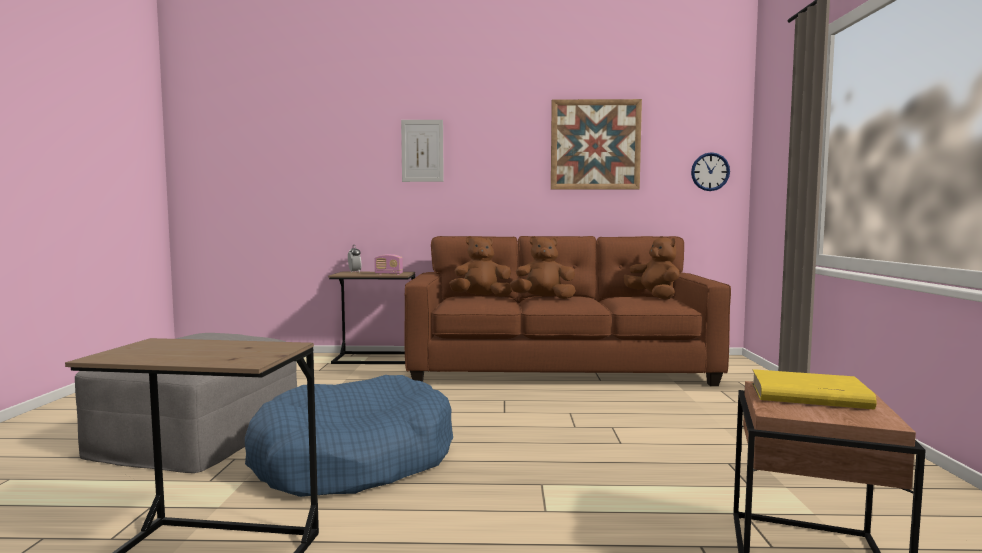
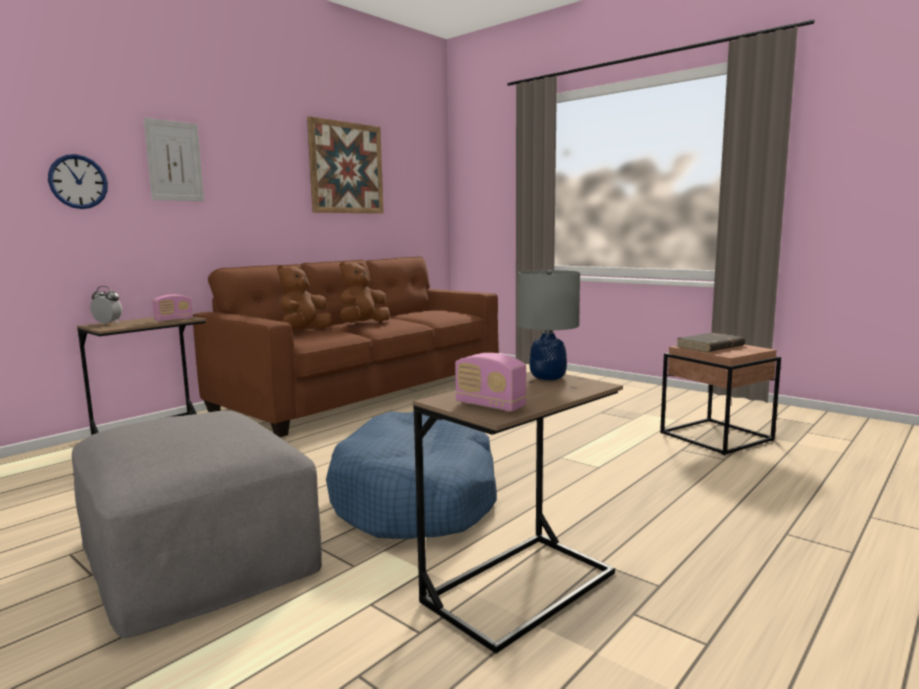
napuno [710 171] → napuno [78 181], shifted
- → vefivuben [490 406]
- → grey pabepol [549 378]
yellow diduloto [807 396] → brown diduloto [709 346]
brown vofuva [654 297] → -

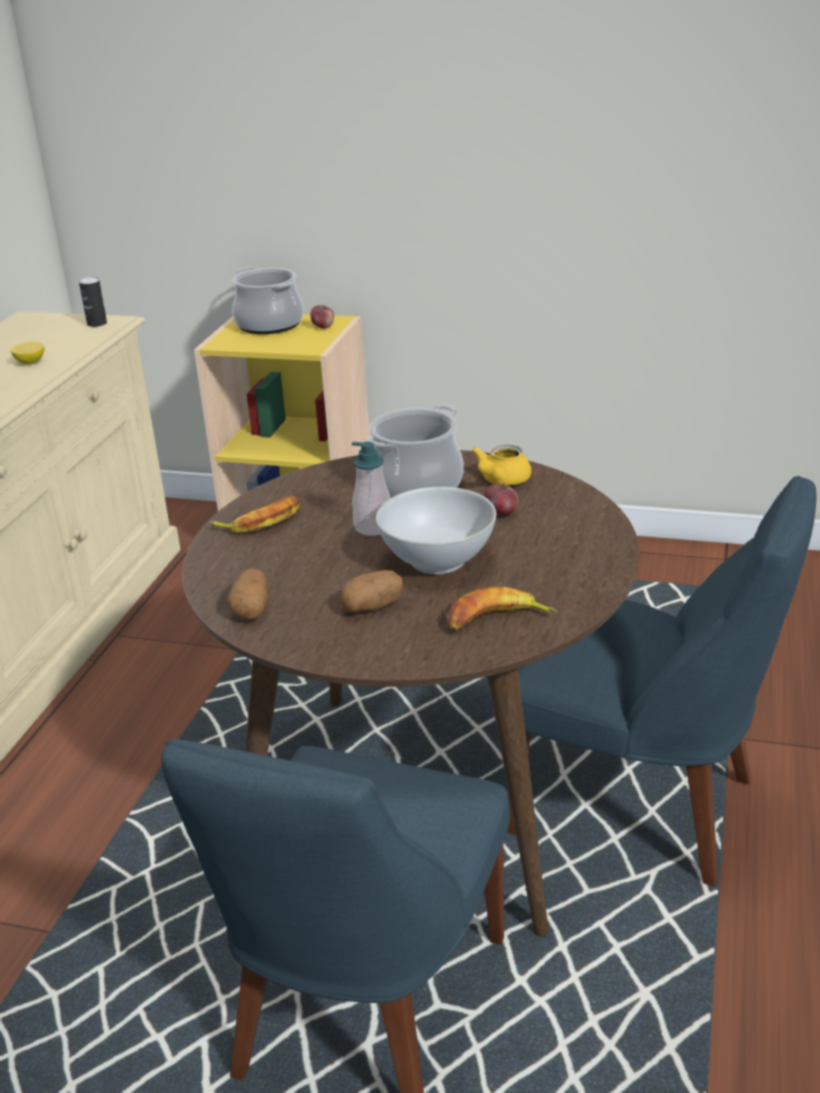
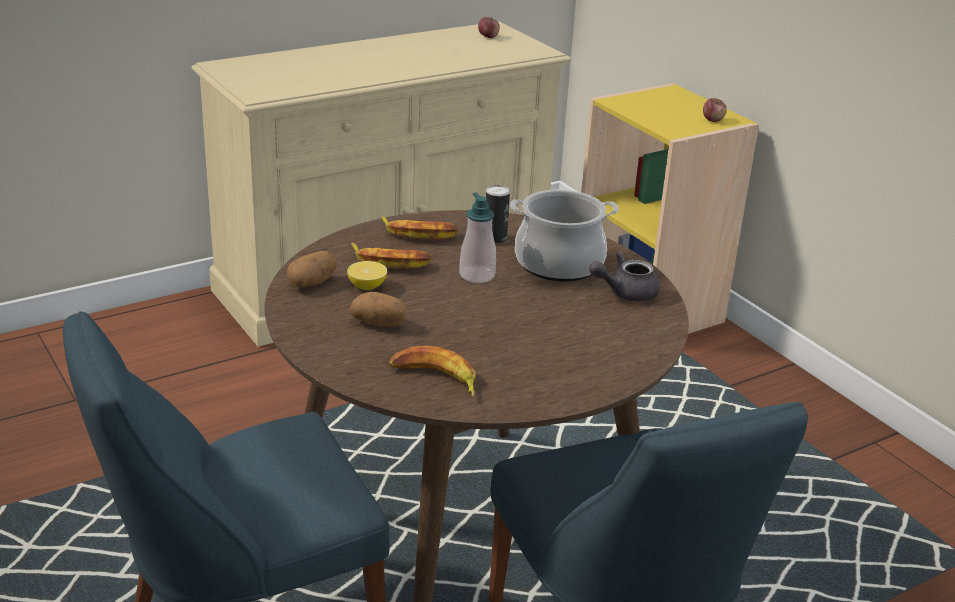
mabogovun [30 362] → mabogovun [367 287], shifted
- → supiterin [390 261]
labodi [500 512] → labodi [488 37], shifted
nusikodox [97 324] → nusikodox [495 239], shifted
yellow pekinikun [501 481] → grey pekinikun [625 293]
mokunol [269 324] → -
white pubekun [438 561] → -

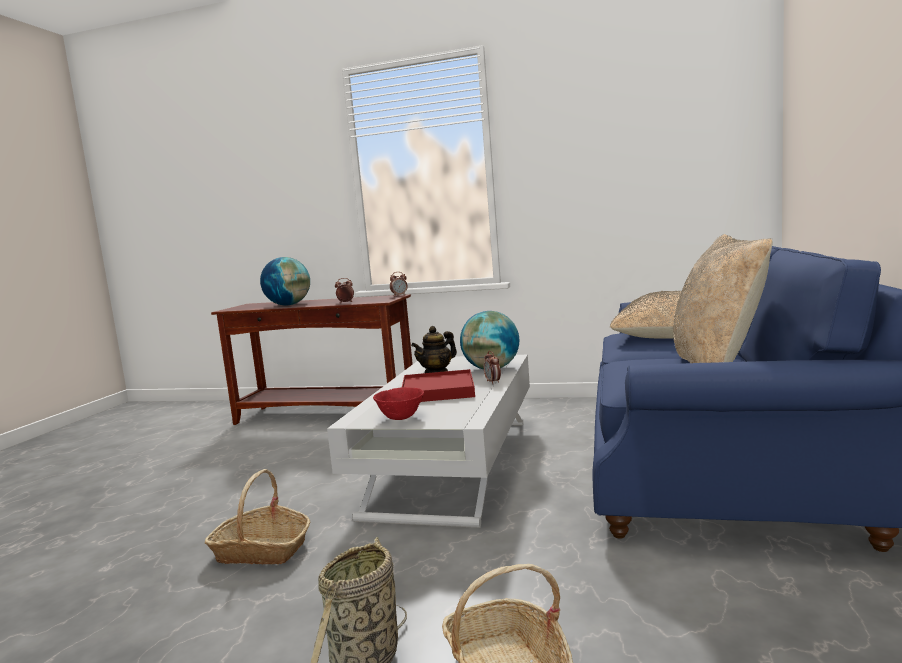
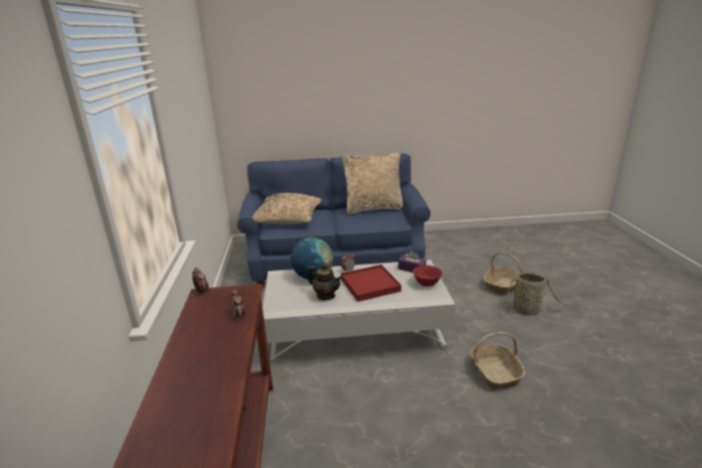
- → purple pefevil [412 269]
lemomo [288 305] → -

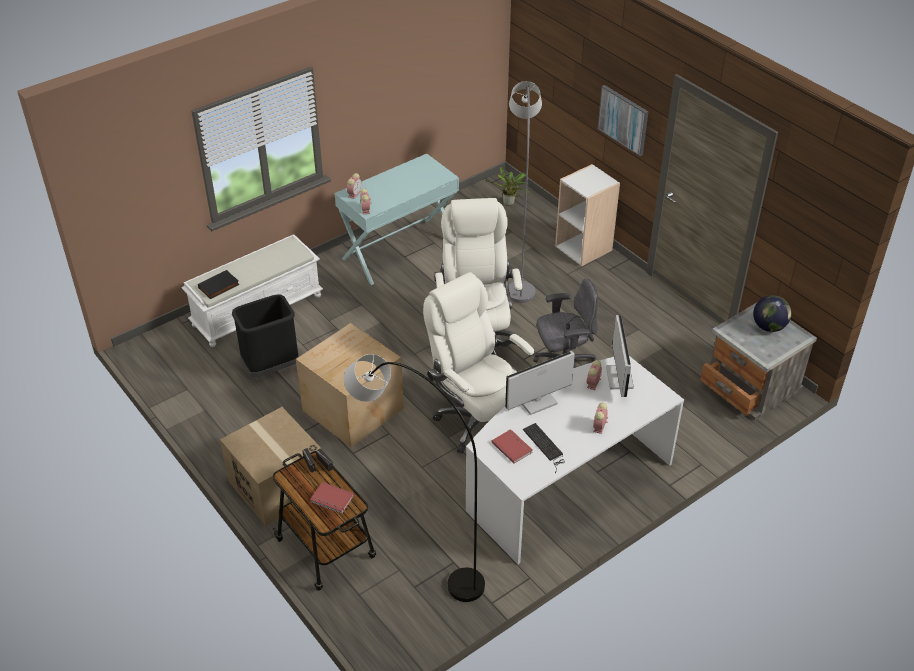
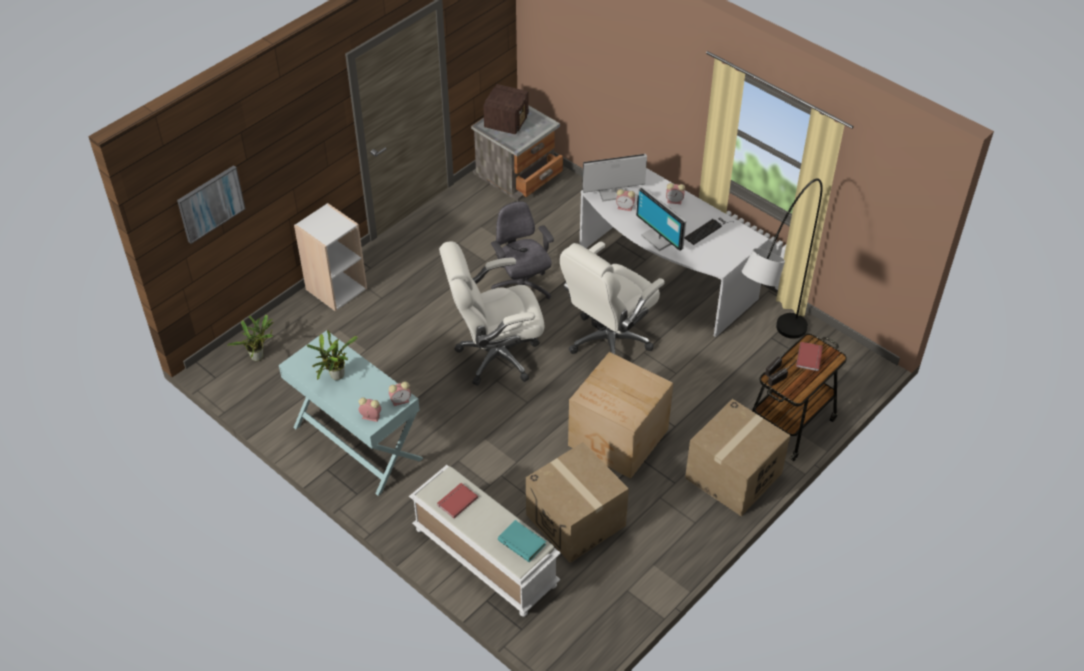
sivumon [623 119] → sivumon [210 203], shifted
- → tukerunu [335 377]
red diduloto [512 447] → red diduloto [456 501], shifted
lemomo [769 327] → vefivuben [507 121]
black diduloto [219 287] → turquoise diduloto [523 542]
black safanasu [271 368] → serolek [576 520]
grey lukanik [519 258] → -

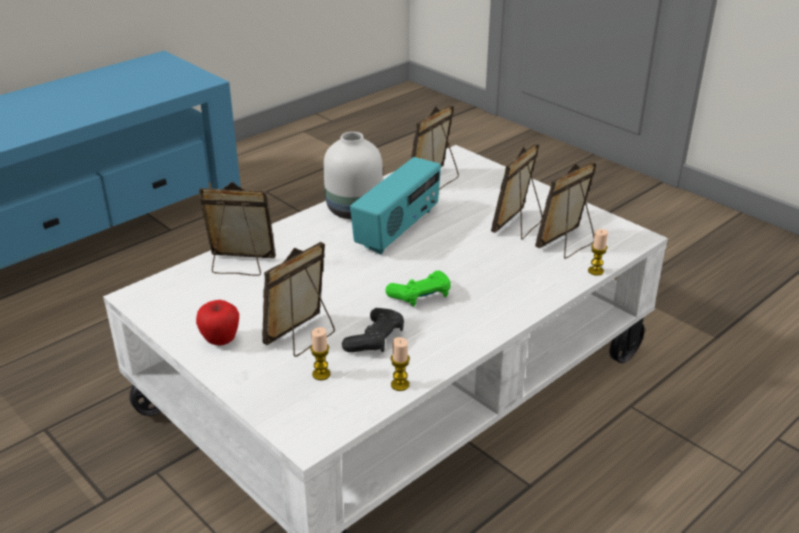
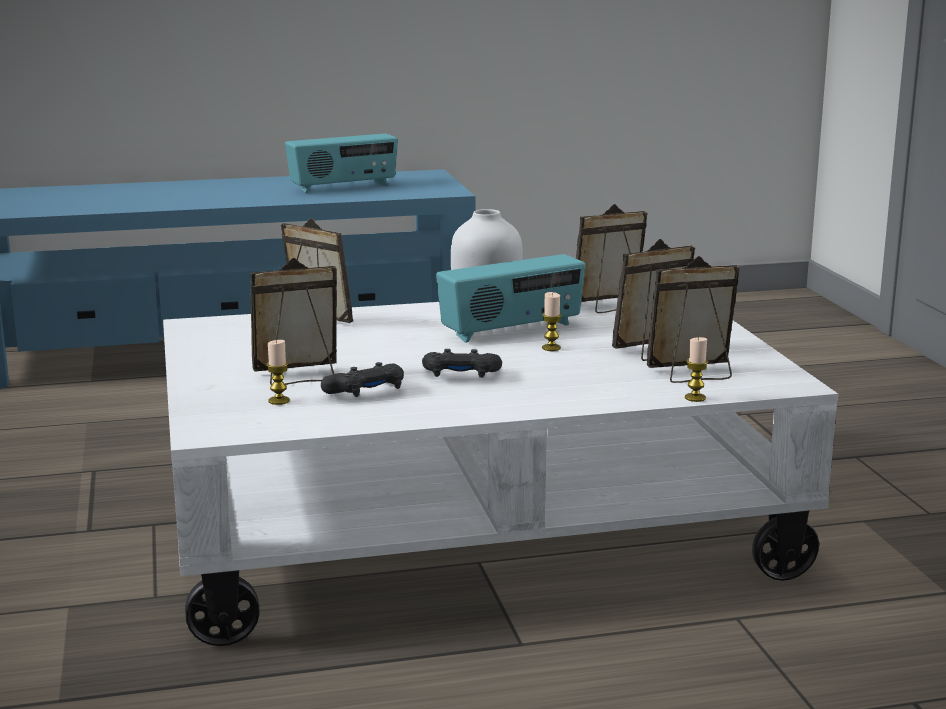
- → vefivuben [343 187]
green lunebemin [420 296] → black lunebemin [461 375]
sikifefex [400 385] → sikifefex [551 348], shifted
labodi [221 341] → -

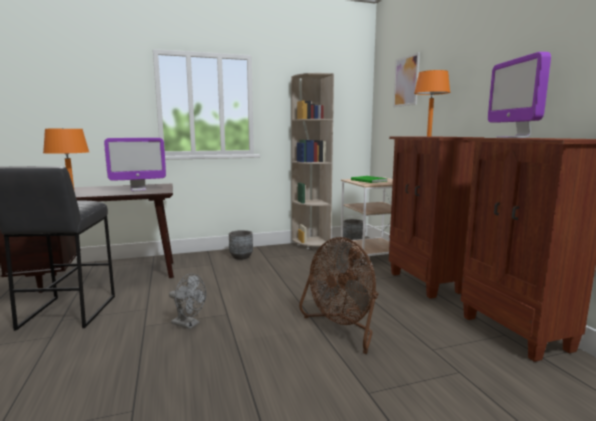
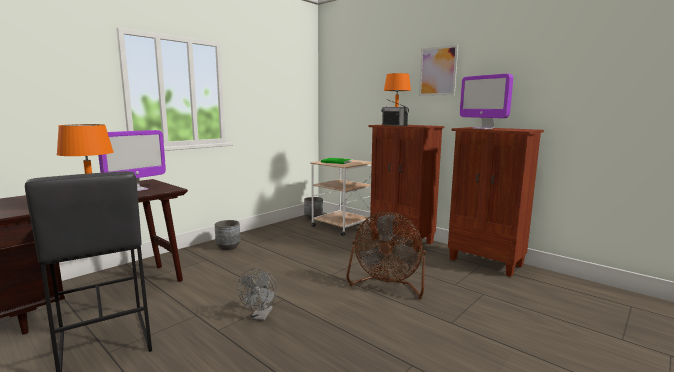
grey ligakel [189 324] → grey ligakel [260 316], 105 degrees clockwise
- → vefivuben [394 125]
sivumon [406 81] → sivumon [438 71], shifted
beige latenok [311 246] → -

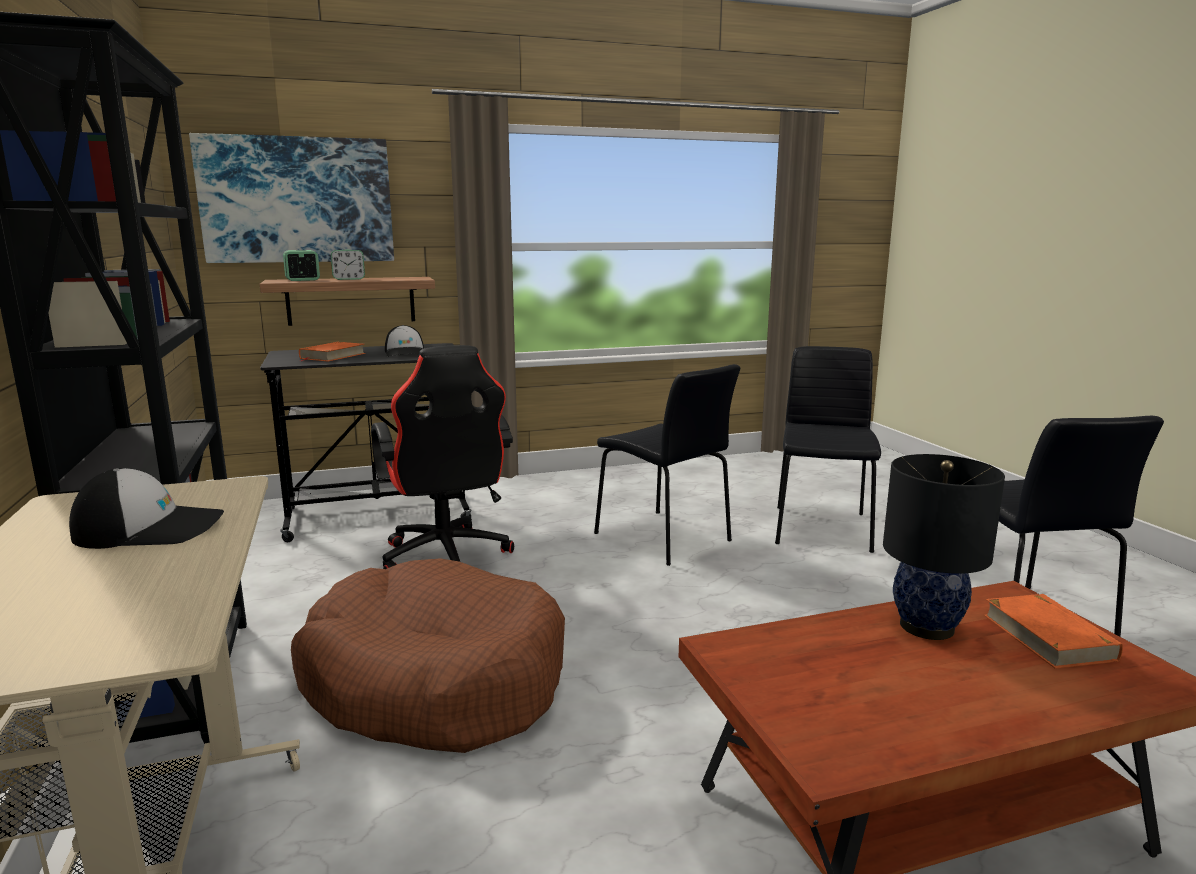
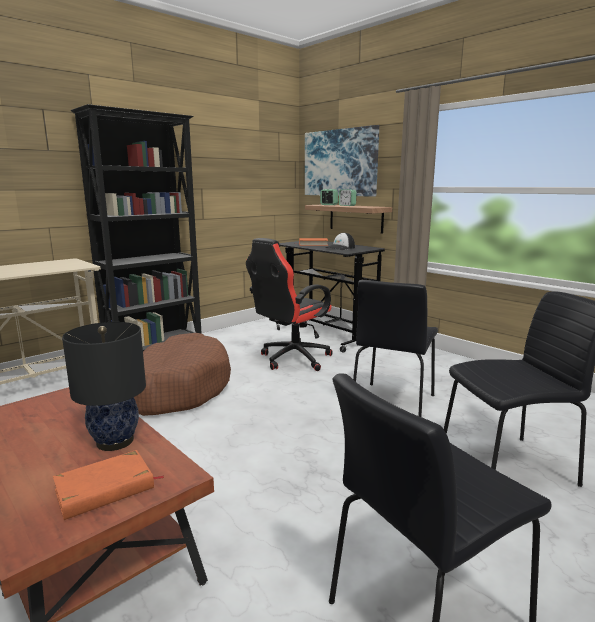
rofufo [151 528] → -

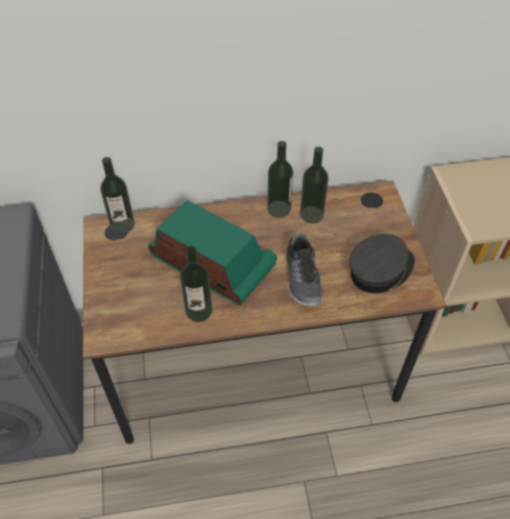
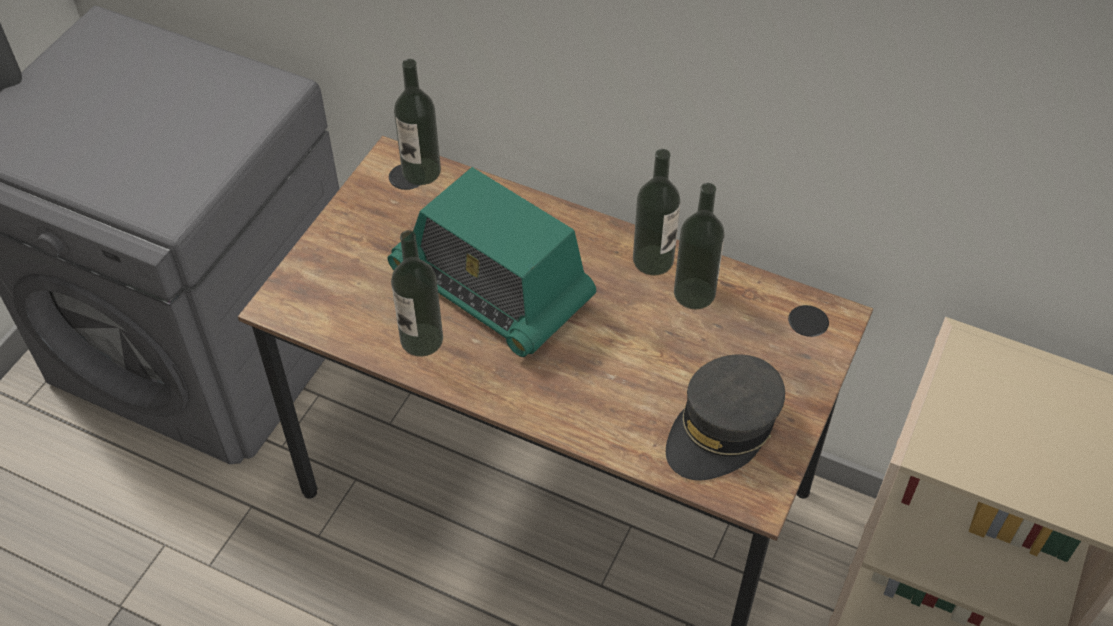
vefivuben [212 264] → vefivuben [492 287], 150 degrees clockwise
grey rofufo [380 270] → grey rofufo [722 429], 135 degrees clockwise
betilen [302 279] → -

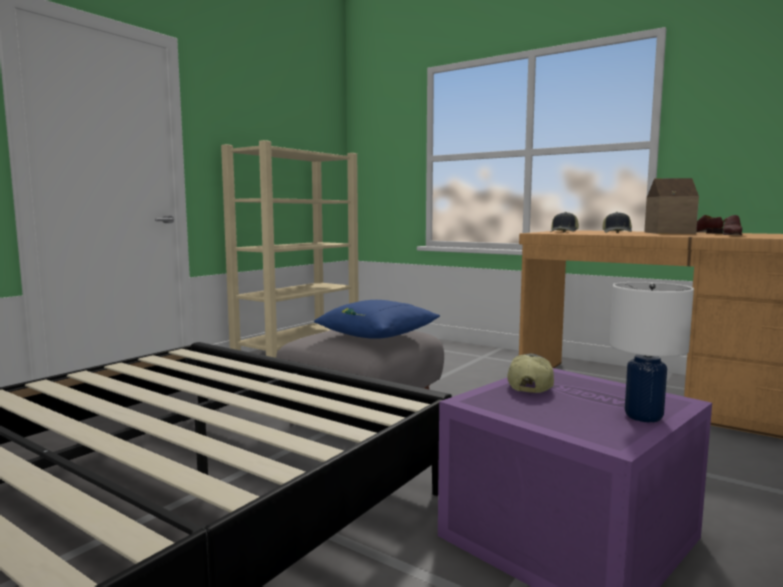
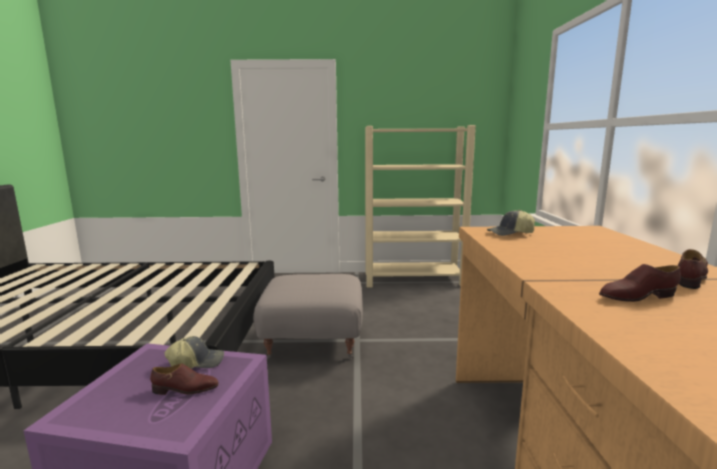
- → brown betilen [185 389]
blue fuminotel [377 336] → -
rofufo [617 233] → -
white pabepol [645 418] → -
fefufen [667 233] → -

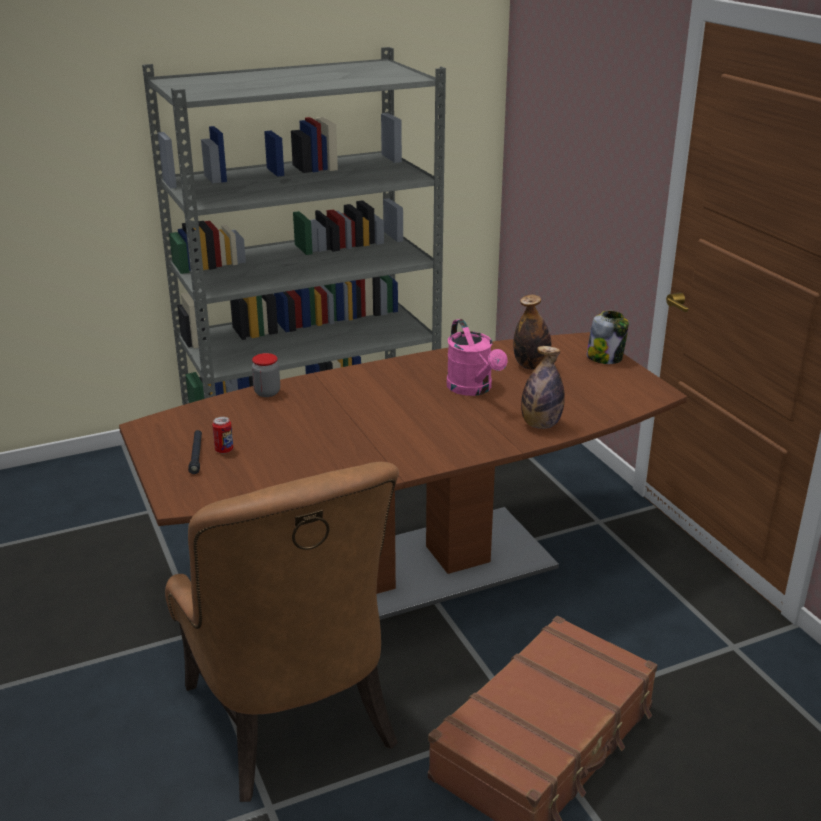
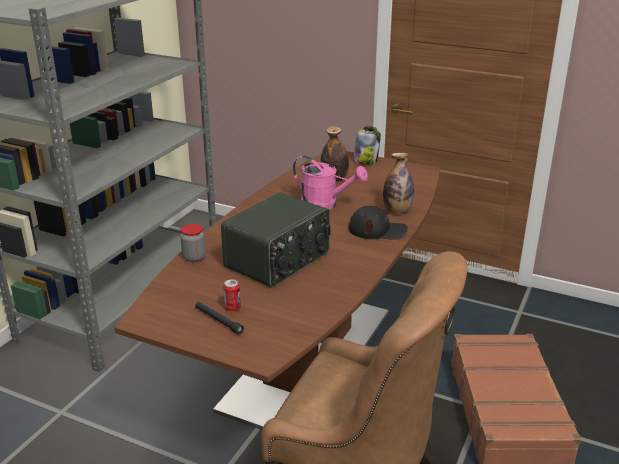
- → vefivuben [278 260]
- → black rofufo [377 230]

